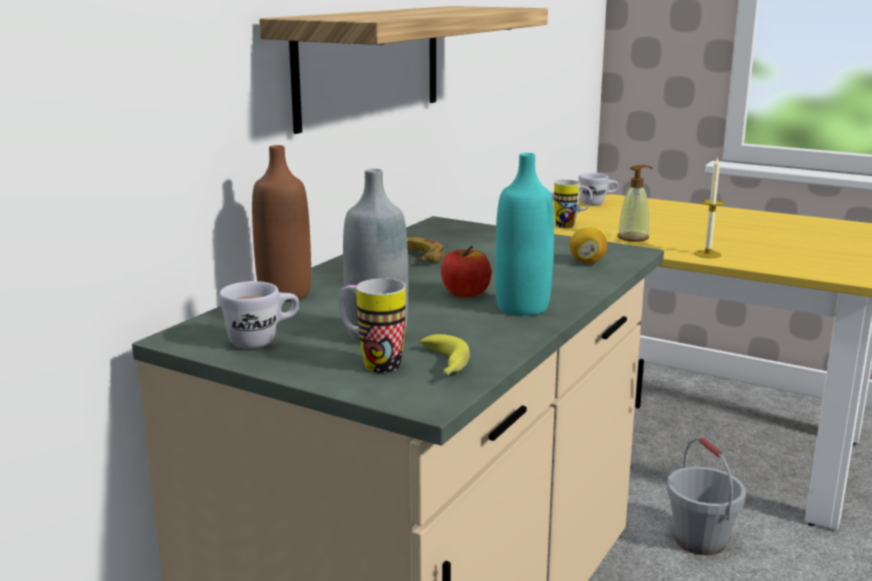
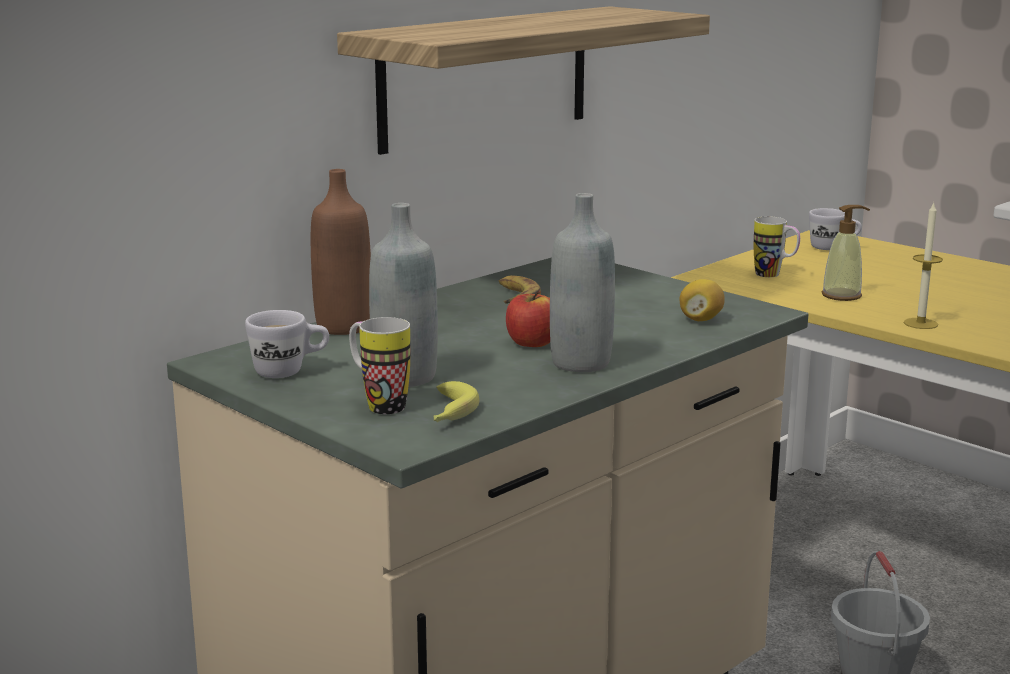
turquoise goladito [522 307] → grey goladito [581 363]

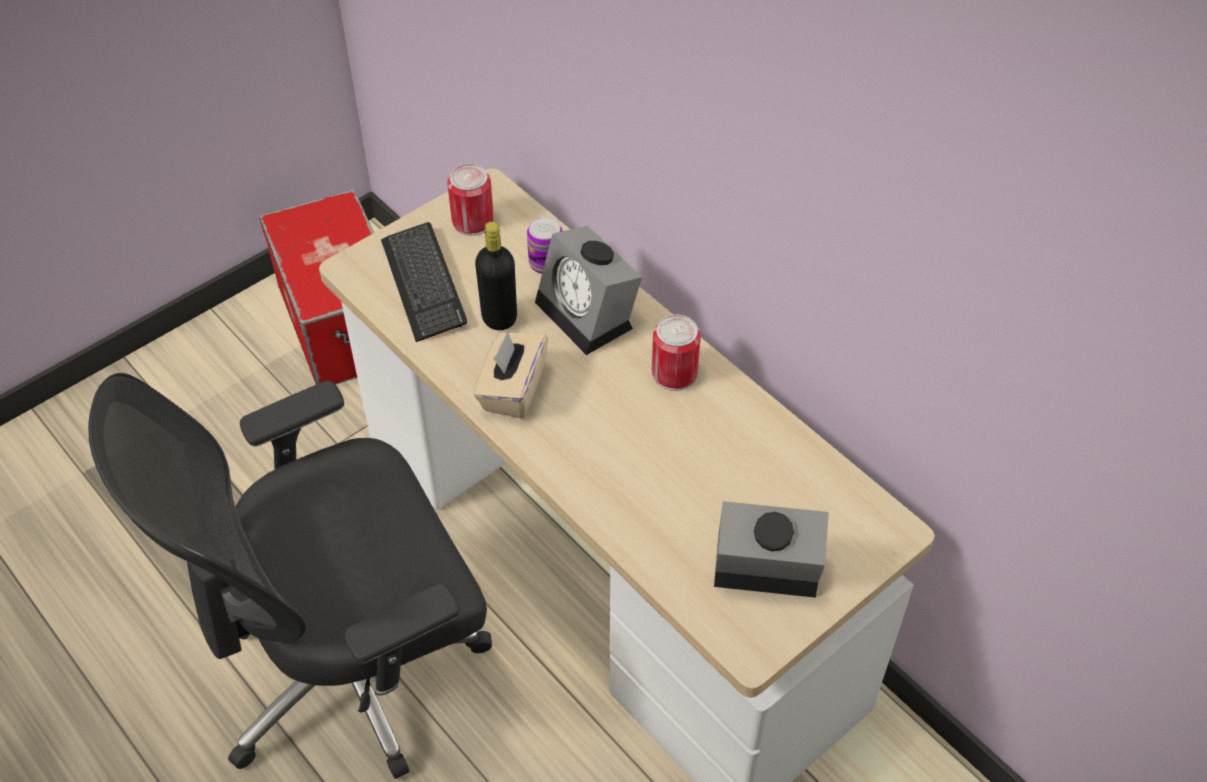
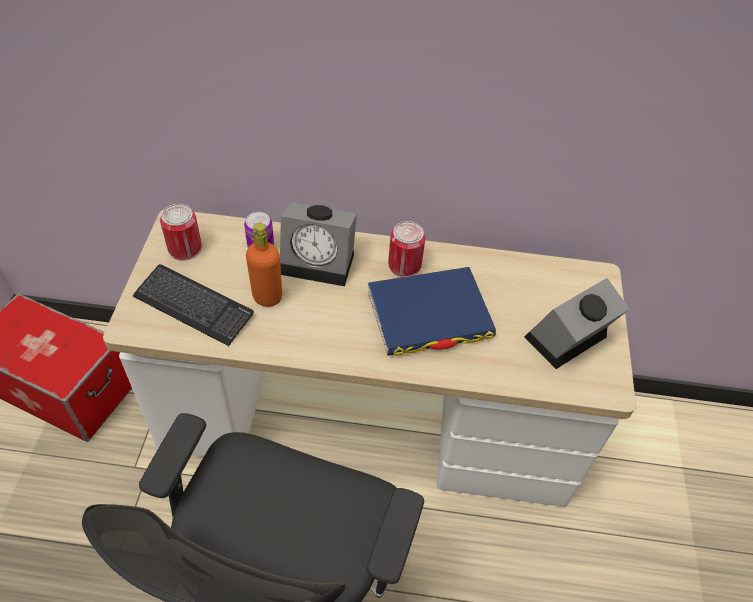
black goladito [499 318] → orange goladito [267 297]
- → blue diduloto [429 315]
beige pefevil [512 390] → -

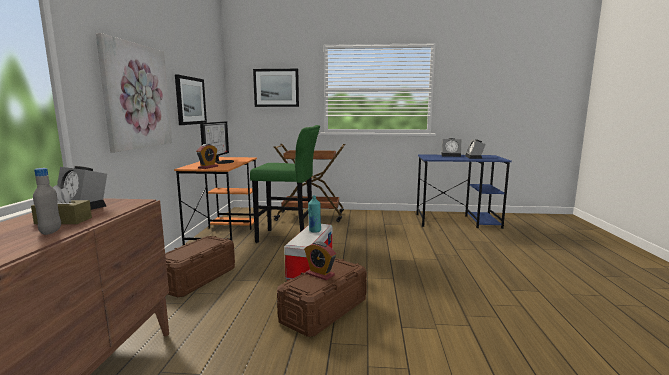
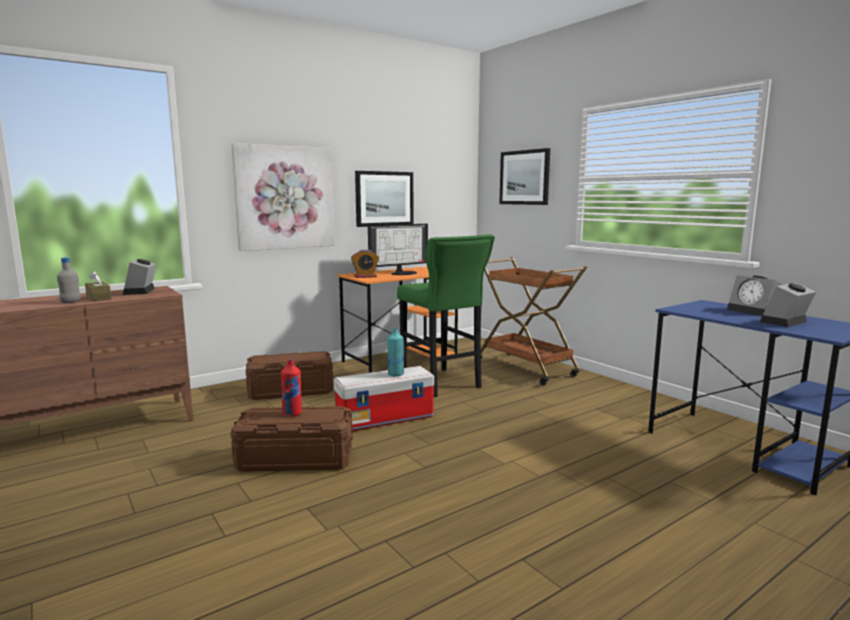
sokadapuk [320 274] → red goladito [292 413]

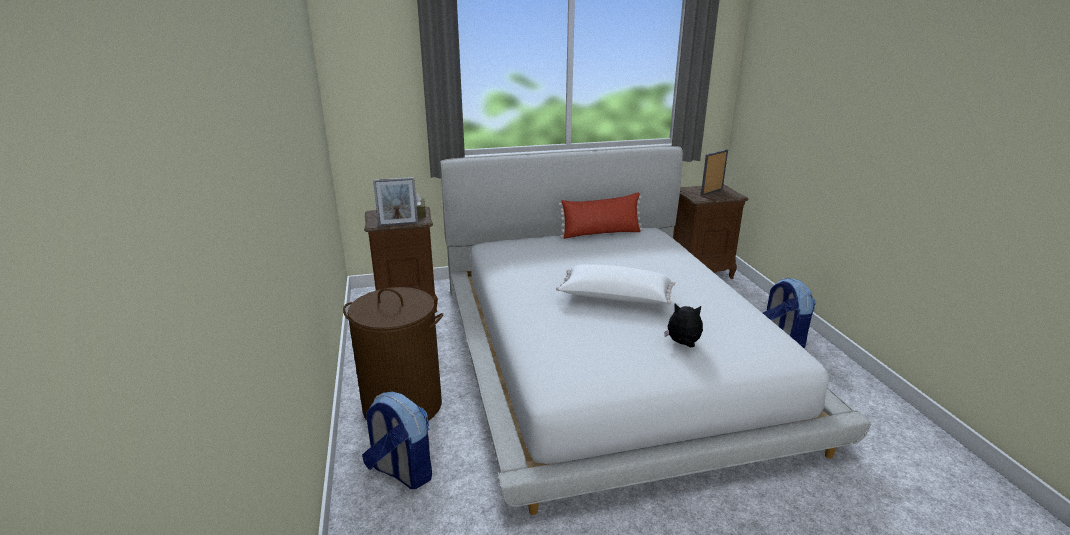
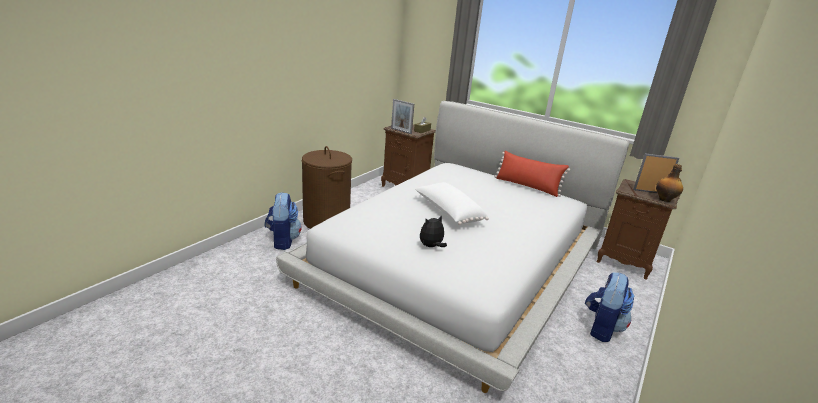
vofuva [683 344] → vofuva [431 246], 90 degrees counterclockwise
- → goladito [665 199]

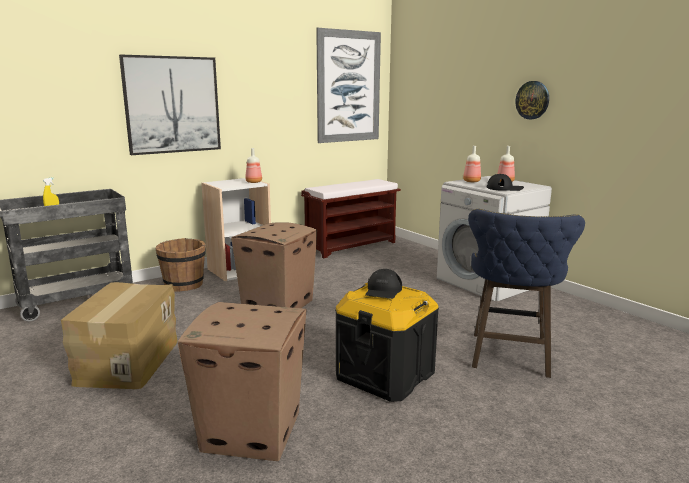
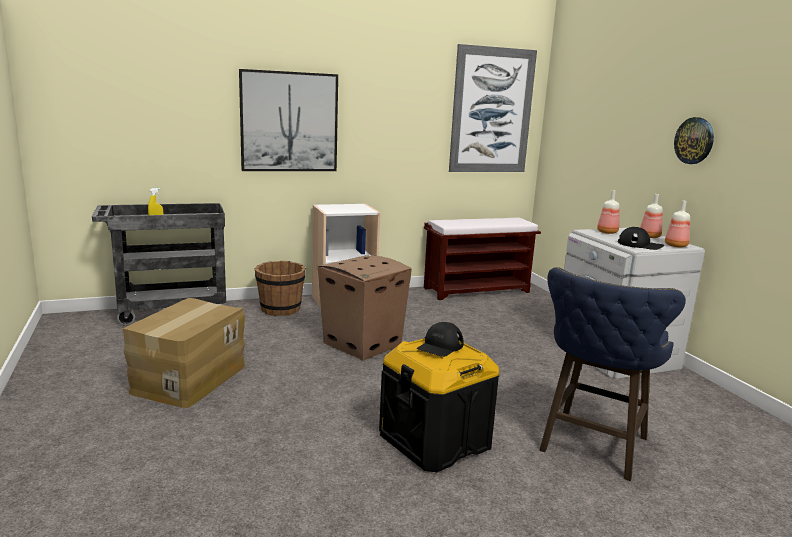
goladito [253 182] → goladito [675 246], shifted
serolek [253 431] → -

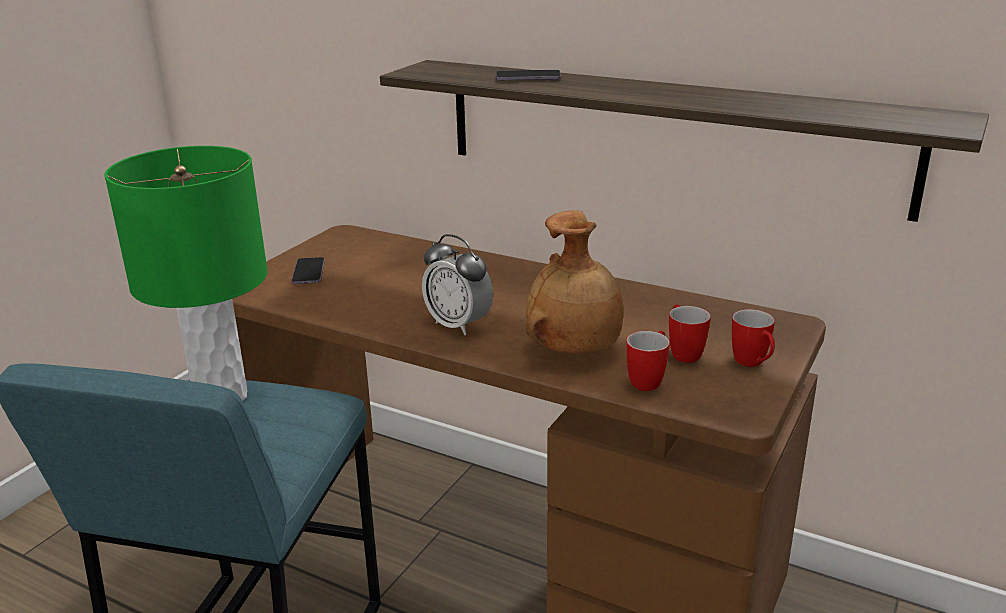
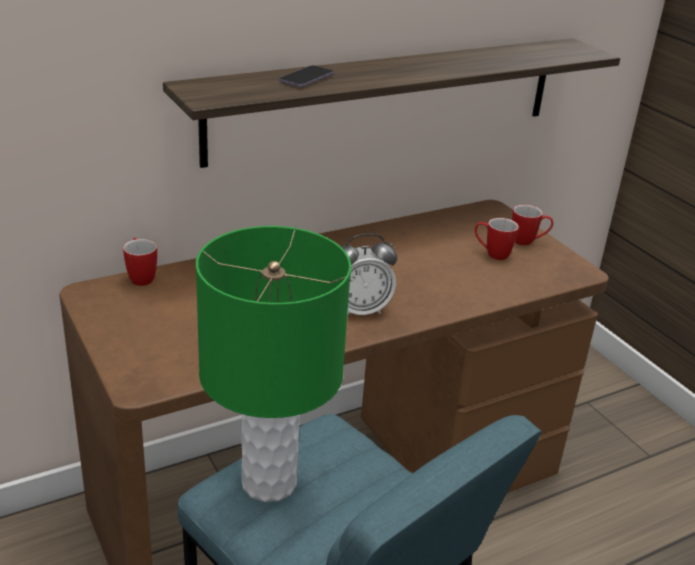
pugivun [649 380] → pugivun [140 277], shifted
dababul [308 272] → -
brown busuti [575 351] → -

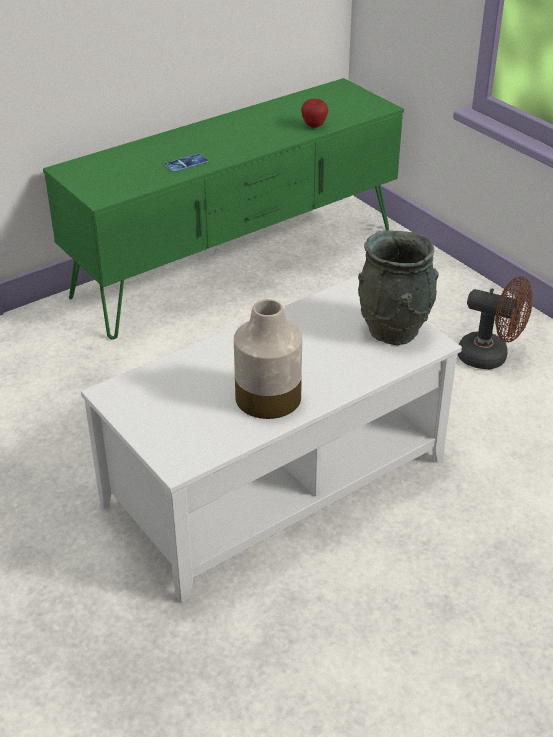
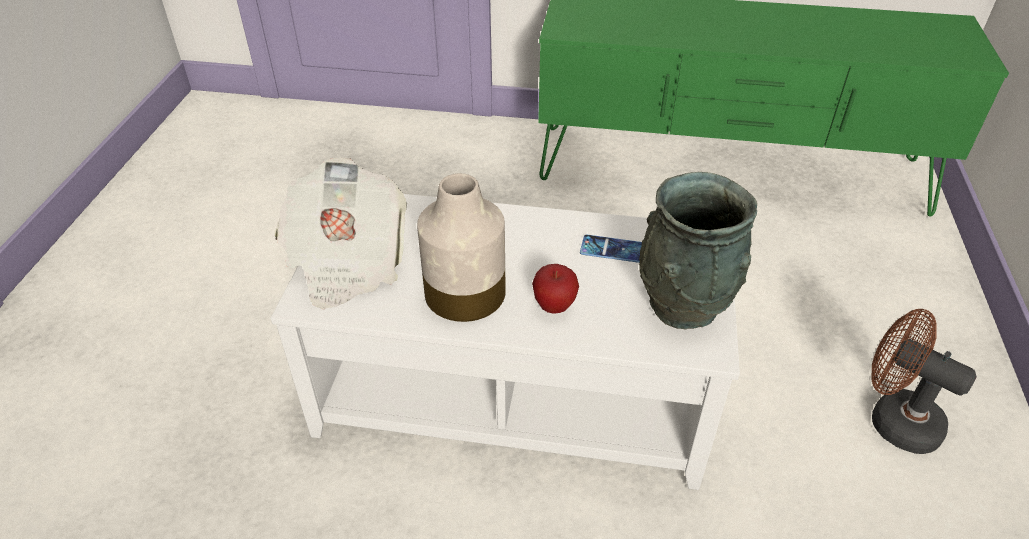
- → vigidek [346 261]
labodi [314 126] → labodi [554 306], shifted
dababul [186 163] → dababul [612 249], shifted
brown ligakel [490 357] → brown ligakel [894 419], 150 degrees clockwise

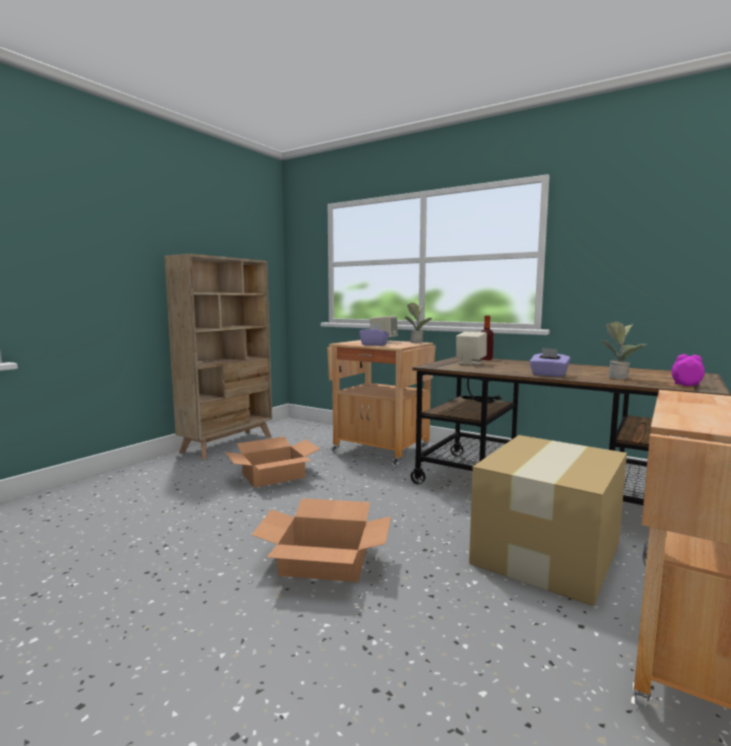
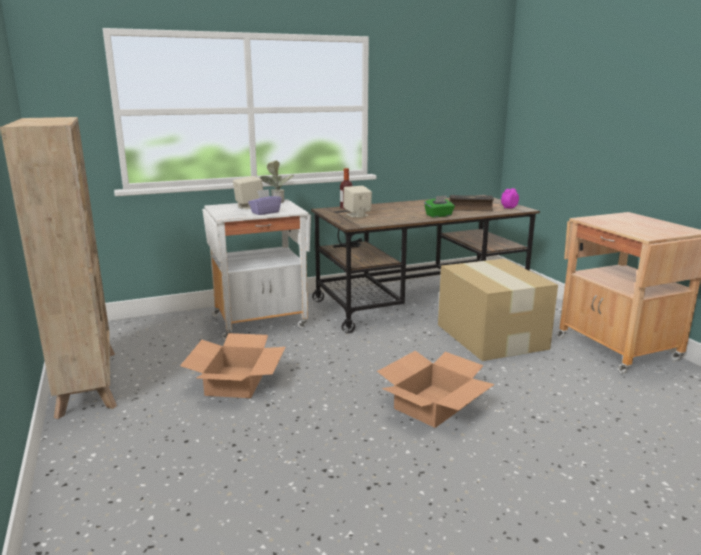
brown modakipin [382 452] → white modakipin [261 321]
purple pefevil [548 375] → green pefevil [439 215]
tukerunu [620 377] → diduloto [470 209]

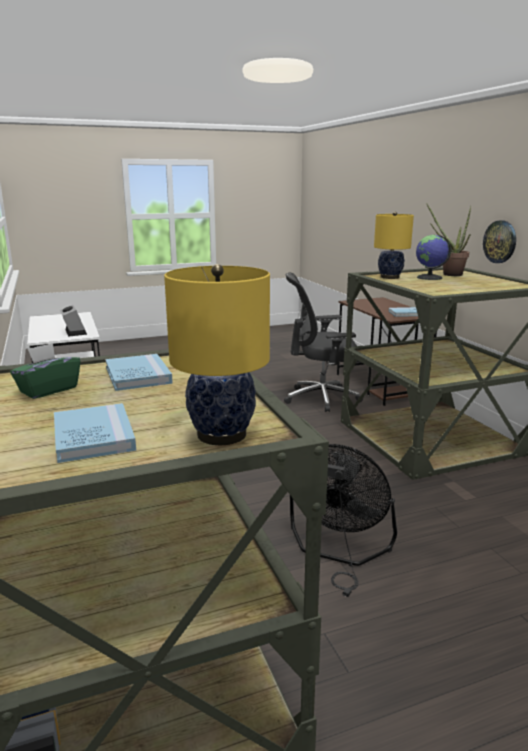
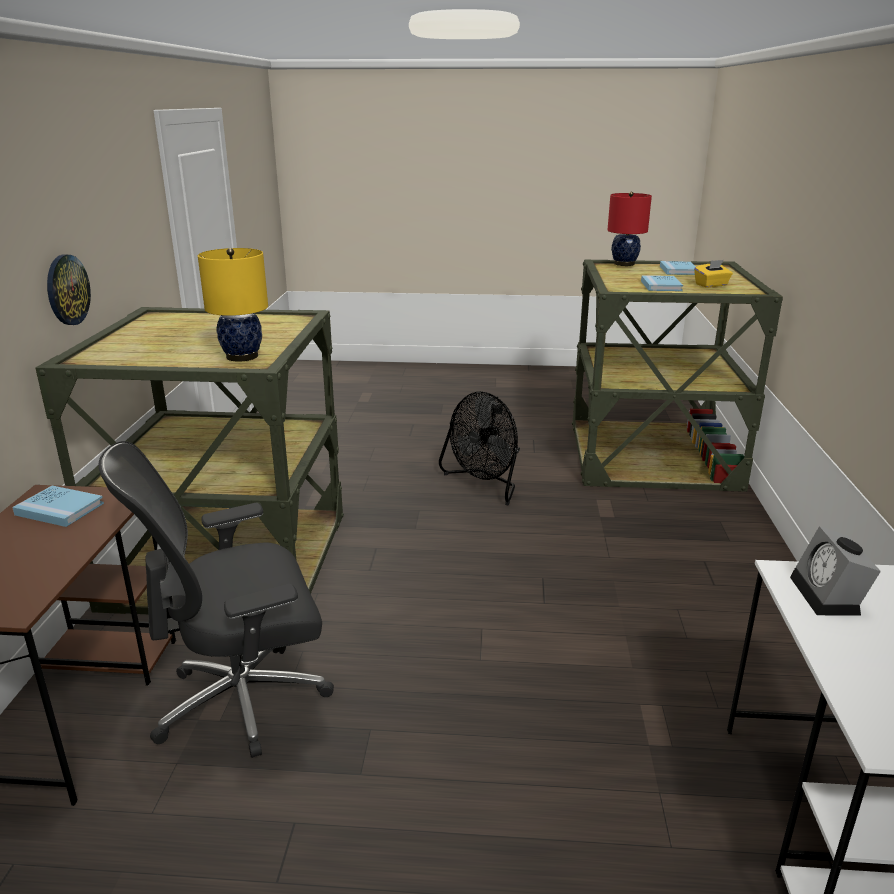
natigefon [323 398] → natigefon [245 700], 135 degrees clockwise
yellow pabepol [221 434] → red pabepol [624 264]
green pefevil [48 390] → yellow pefevil [711 285]
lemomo [429 278] → -
tukerunu [448 274] → -

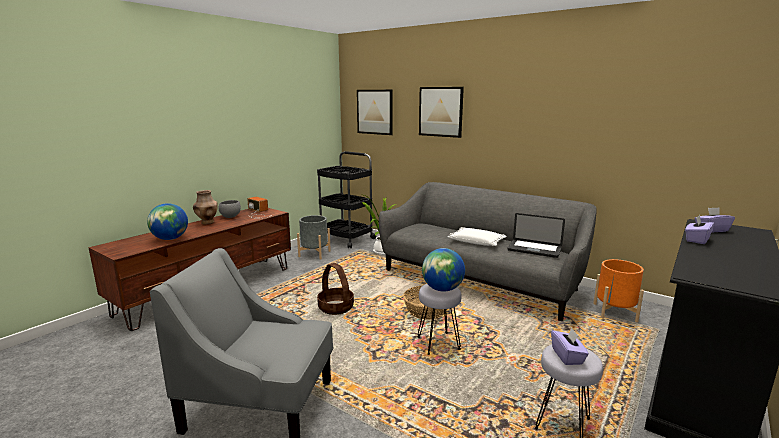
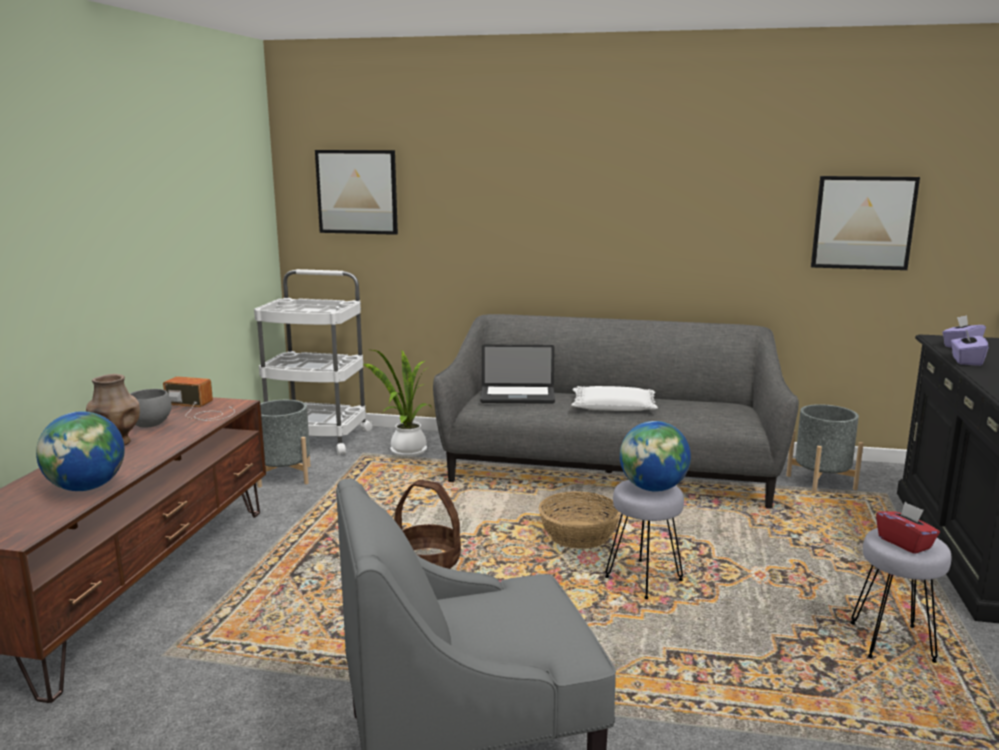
black modakipin [346 239] → white modakipin [317 439]
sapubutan [534 249] → sapubutan [517 396], shifted
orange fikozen [614 312] → grey fikozen [821 482]
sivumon [440 112] → sivumon [863 223], shifted
purple pefevil [567 356] → red pefevil [904 543]

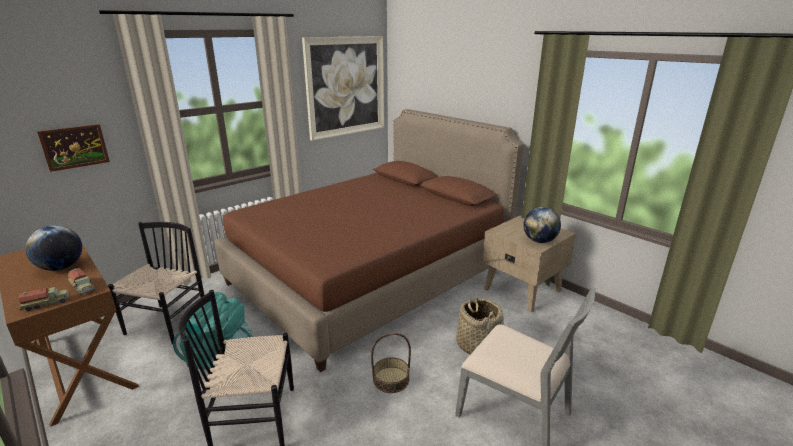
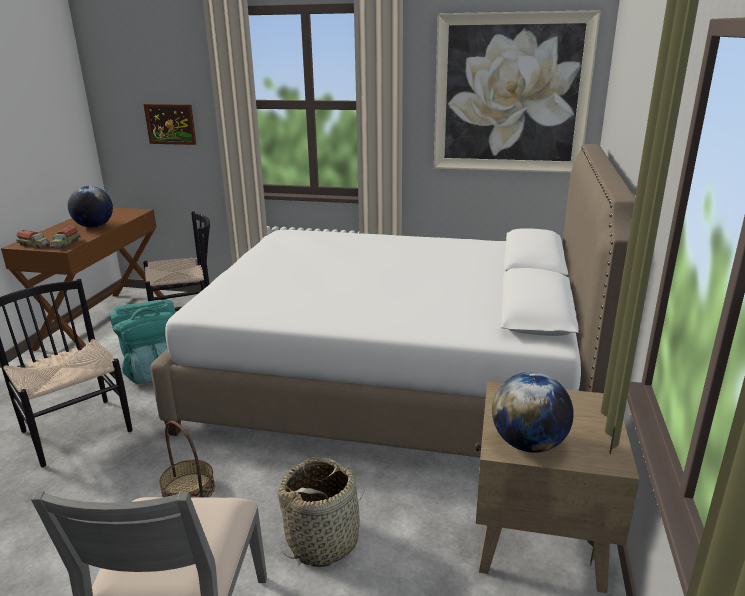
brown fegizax [370 275] → white fegizax [393 380]

